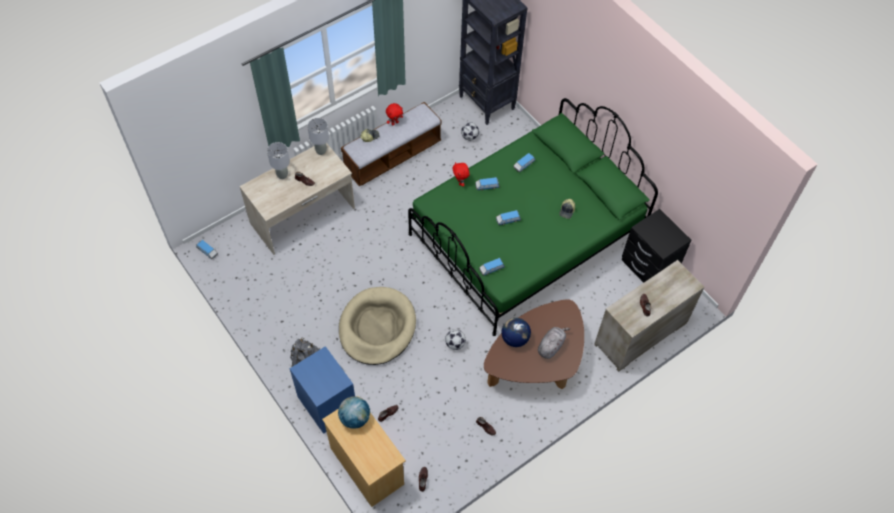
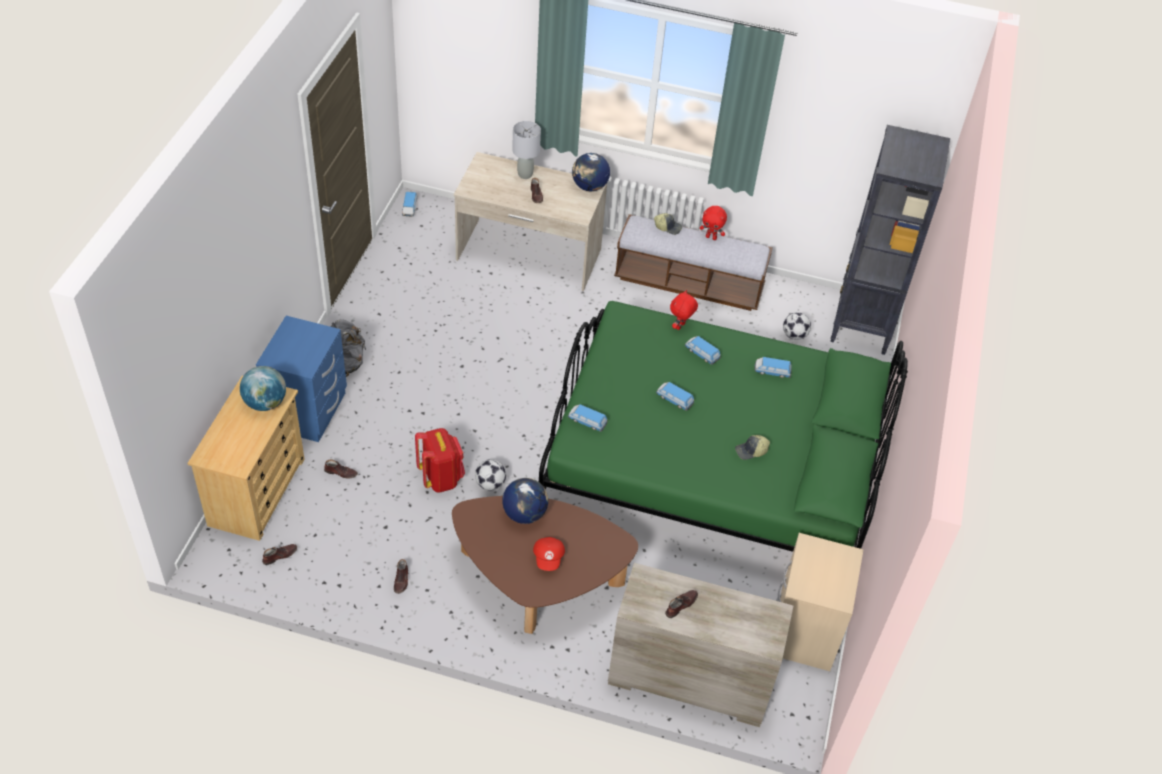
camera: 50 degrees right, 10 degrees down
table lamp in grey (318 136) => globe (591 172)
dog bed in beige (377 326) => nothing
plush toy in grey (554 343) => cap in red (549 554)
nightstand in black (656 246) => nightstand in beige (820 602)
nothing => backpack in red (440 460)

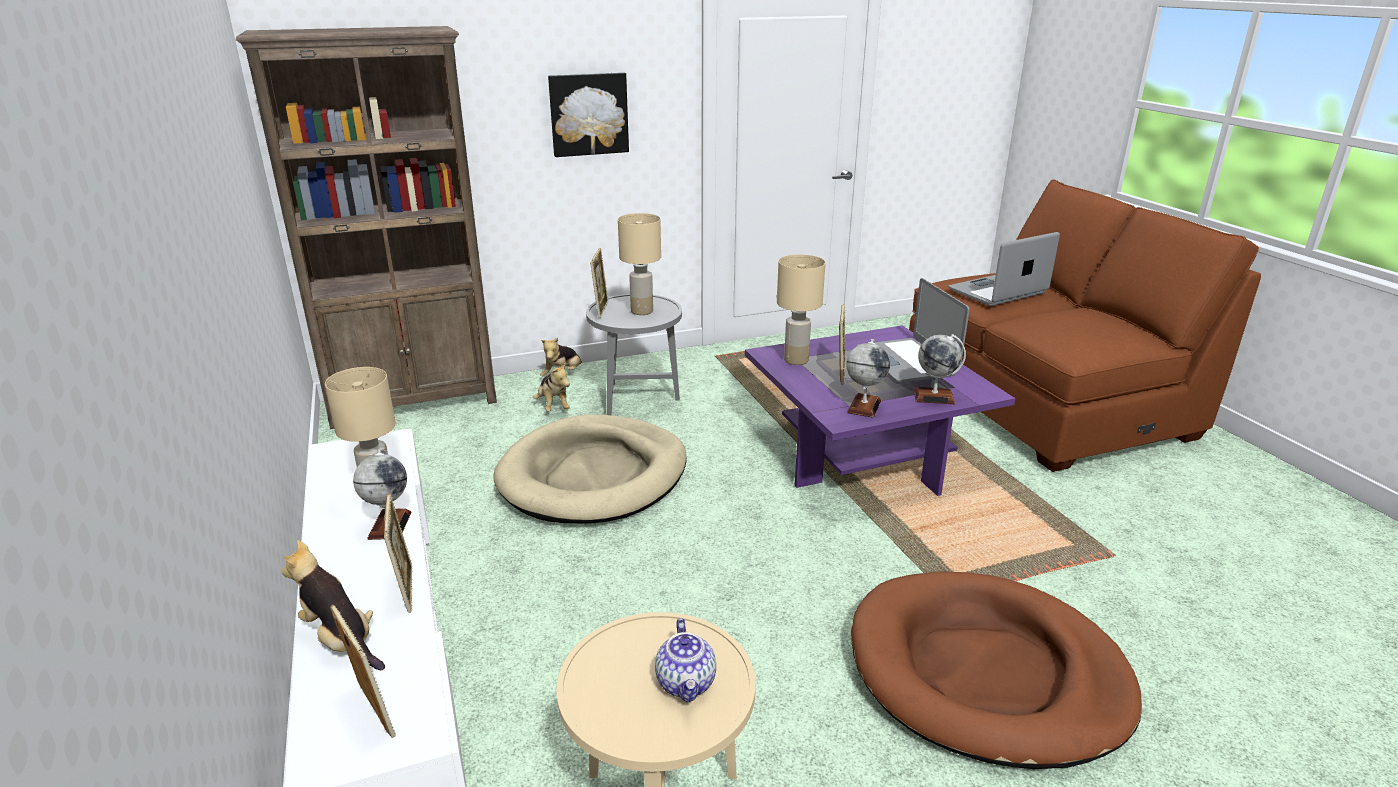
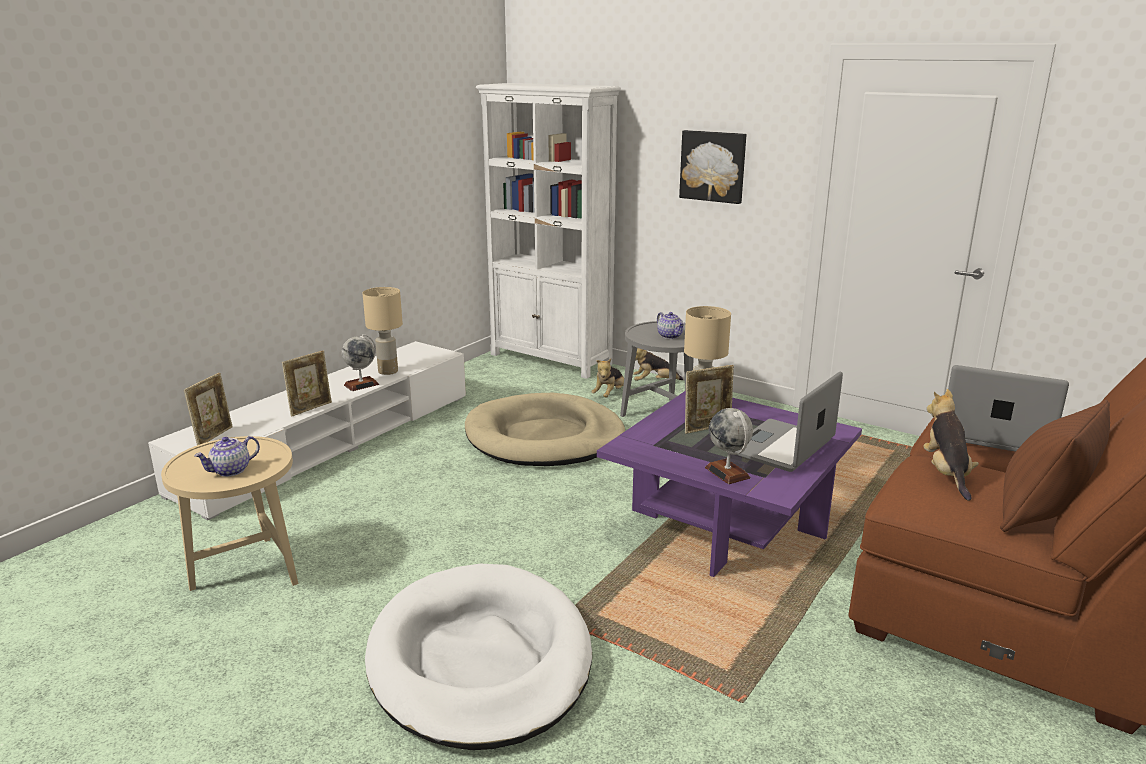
camera: 55 degrees right, 5 degrees down
bookcase in brown (366 227) => bookcase in white (548 231)
plush toy (333 605) => plush toy (951 445), moved
picture frame (599 283) => nothing
table lamp in beige (639 264) => teapot (671 325)
globe (868 378) => nothing
dog bed in brown (996 670) => dog bed in white (478 657)
nothing => pillow in brown (1055 466)

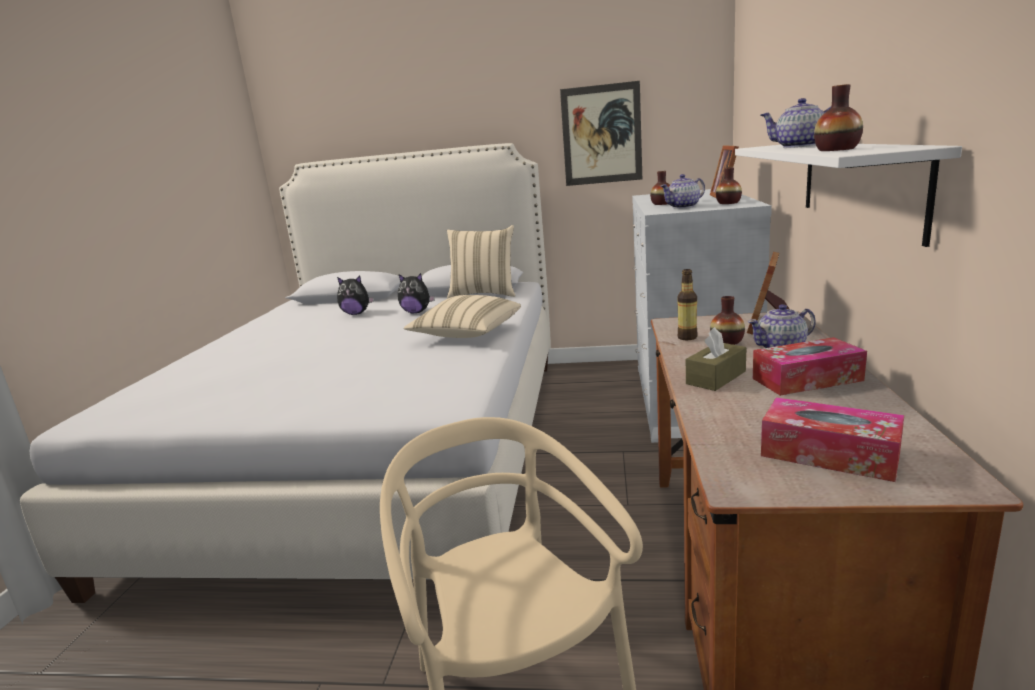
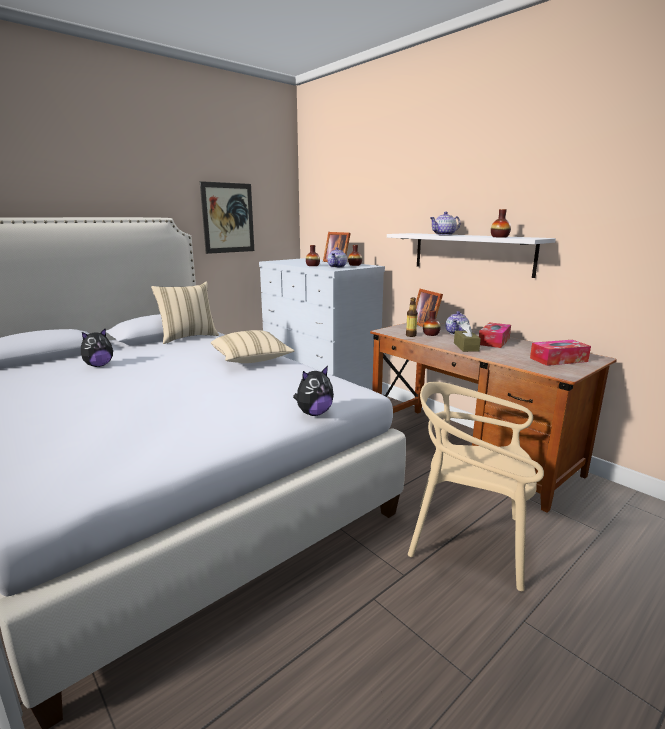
camera: 50 degrees left, 0 degrees up
plush toy (416 293) => plush toy (313 391), moved

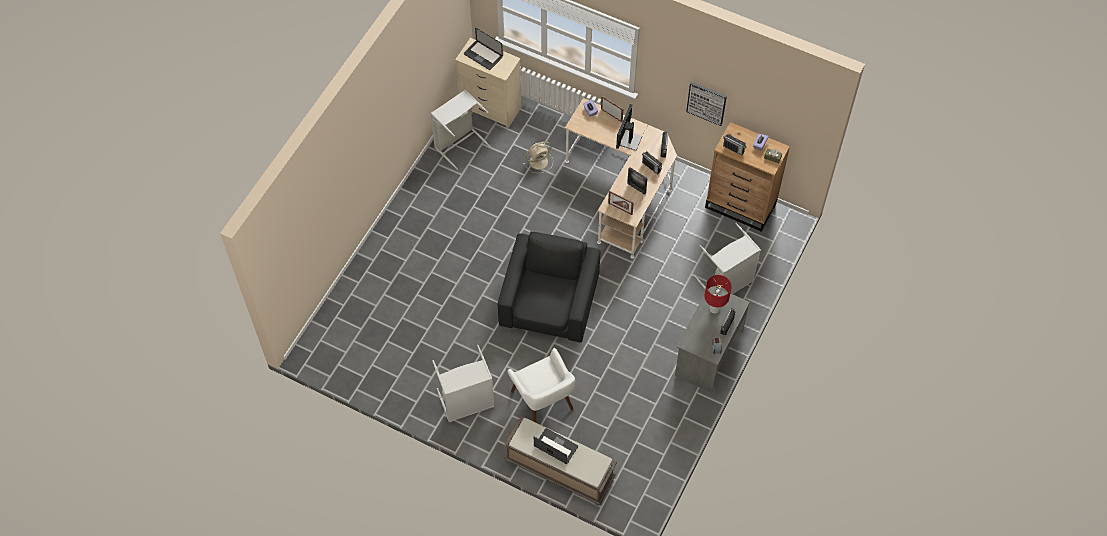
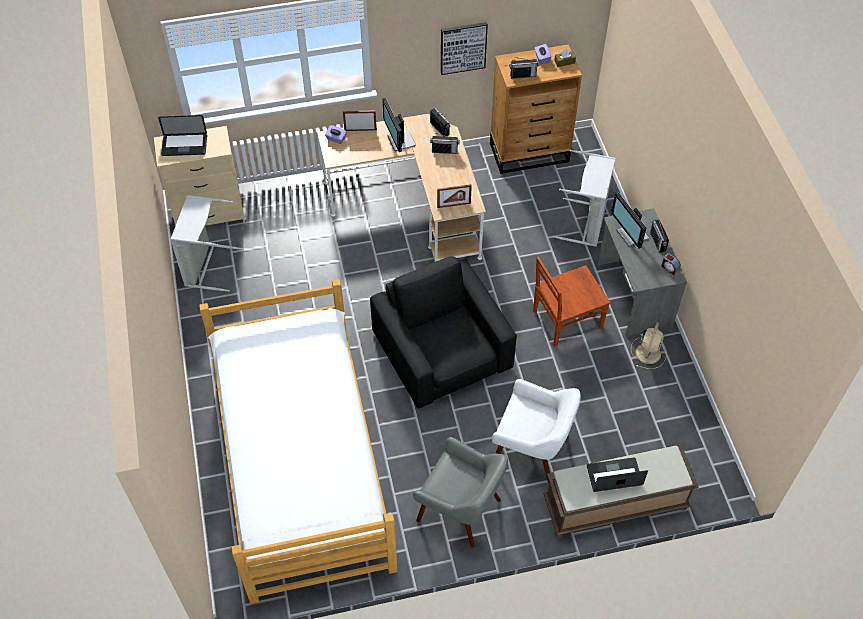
camera: 40 degrees left, 5 degrees down
laundry basket in grey (463 383) => armchair in grey (460 492)
fan in beige (538 157) => fan in beige (649 345), moved
picture frame (637 181) => nothing
table lamp in red (718 294) => monitor (630 220)
nothing => bed (298 441)
nothing => chair in brown (571 301)

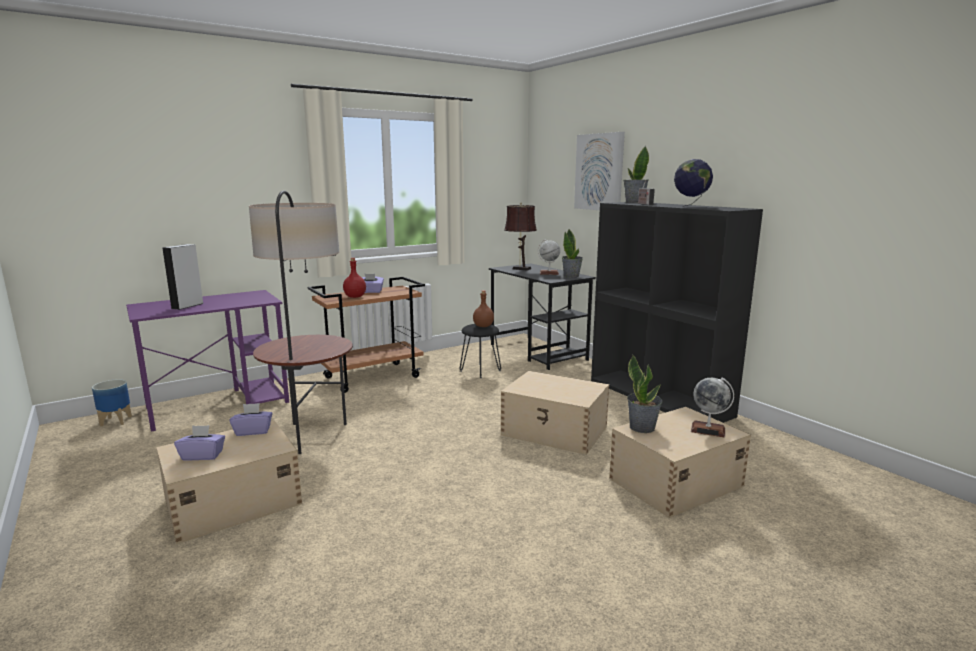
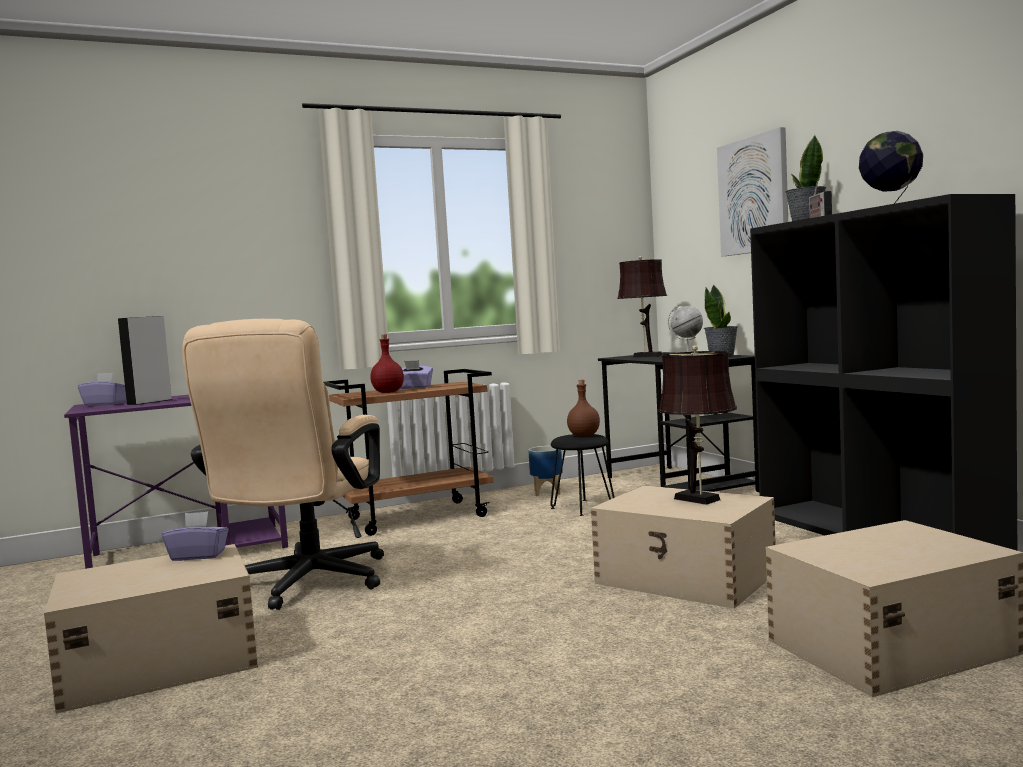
camera: 10 degrees right, 10 degrees down
planter (112 403) => planter (545 471), moved
tissue box in purple (199 443) => tissue box in purple (102 389), moved
floor lamp (301 322) => office chair in beige (283 464)
potted plant (645 394) => nothing
globe (712 408) => nothing
nothing => table lamp in brown (697 425)

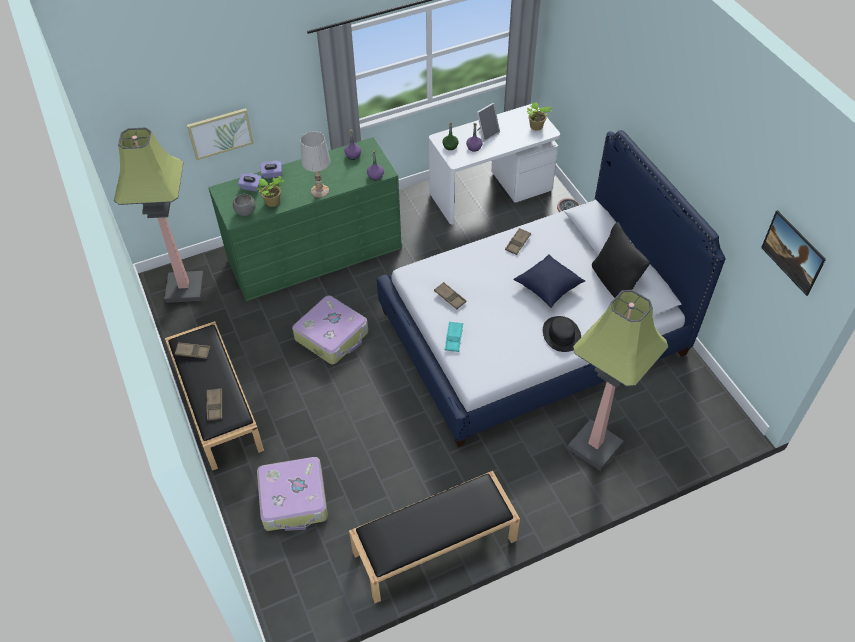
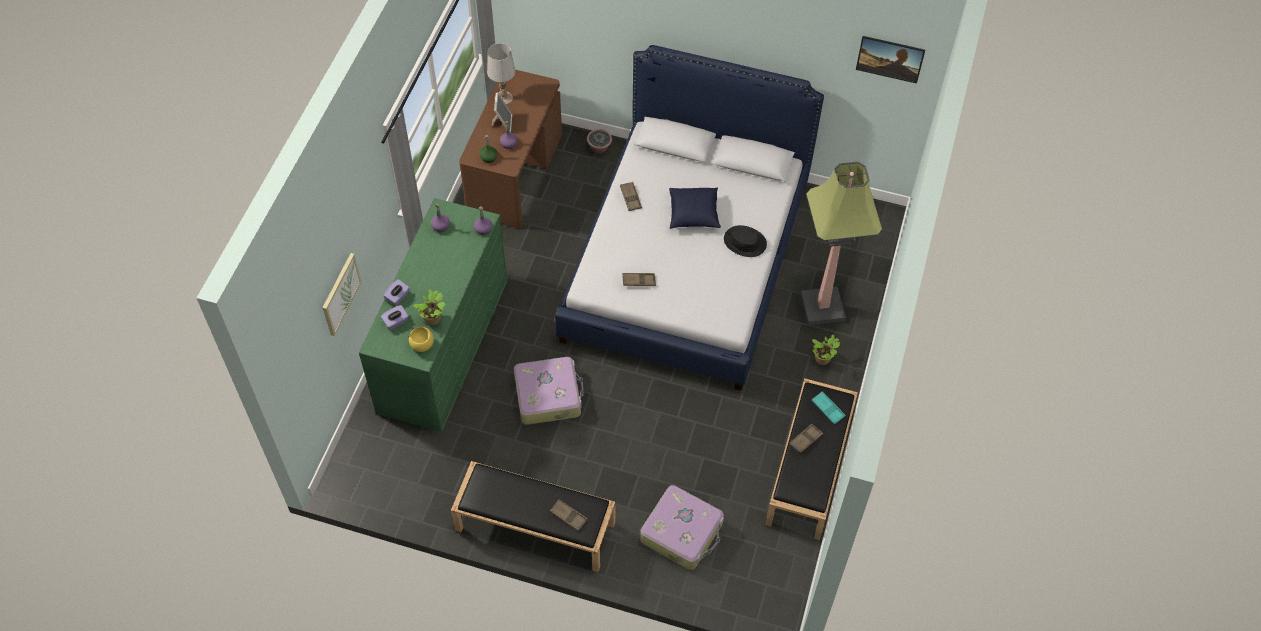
camera: 50 degrees left, 5 degrees up
floor lamp (159 215) => nothing
tray in brown (192 350) => tray in brown (806 438), moved
bowl in grey (244 205) => bowl in yellow (421 339)
table lamp in white (315 164) => table lamp in white (501 74), moved
desk in white (494 164) => desk in brown (510 149)
tray in turquoise (454 336) => tray in turquoise (828 408), moved
potted plant (539 116) => potted plant (826 349), moved
pillow in black (621 260) => nothing

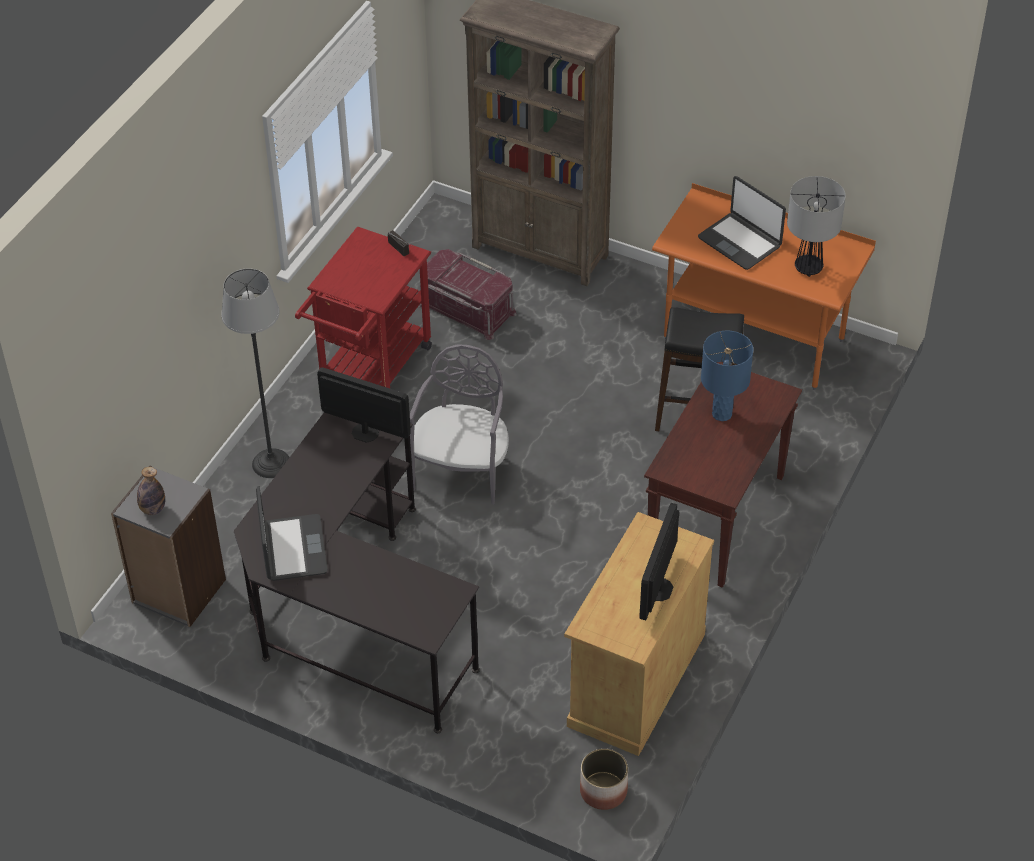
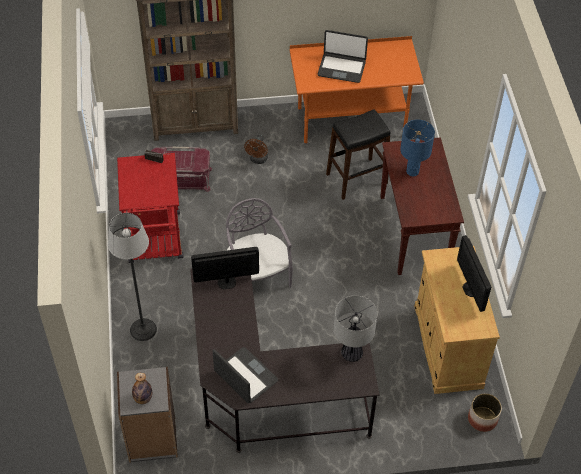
camera: 35 degrees left, 5 degrees up
table lamp (816 226) => table lamp (355 329), moved
nothing => fan in brown (256 149)

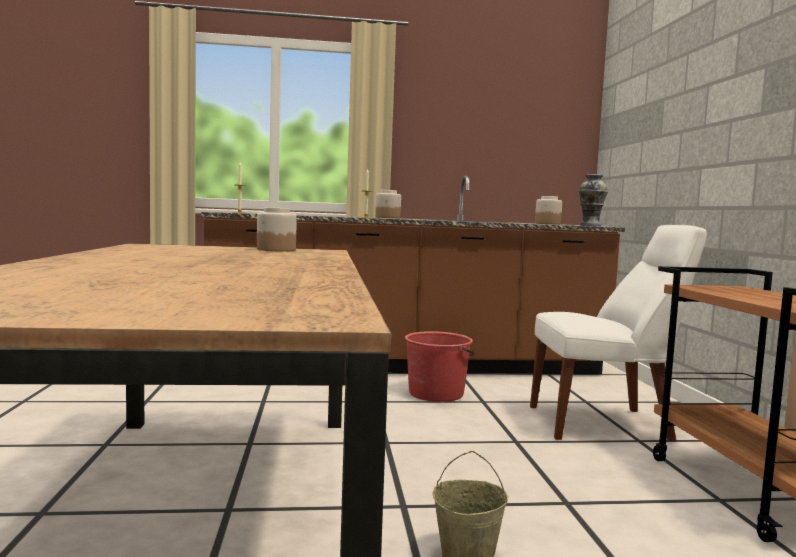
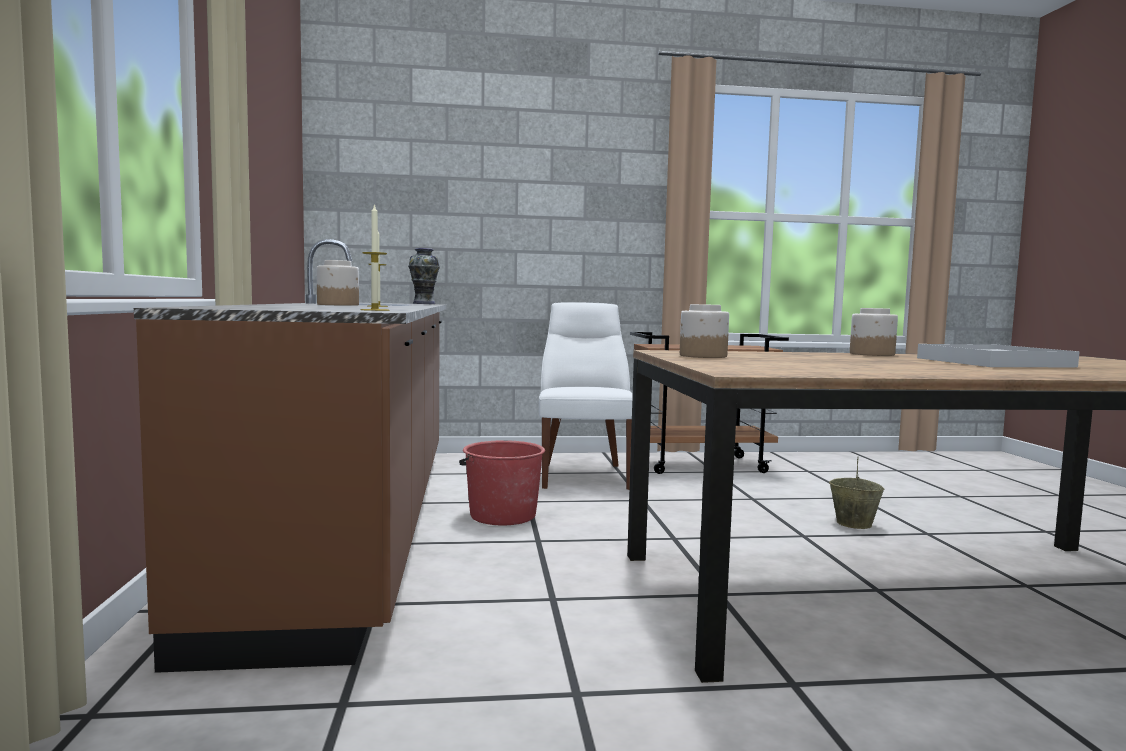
camera: 90 degrees left, 0 degrees up
jar (548 210) => jar (874 332), moved
nothing => tray in white (998 355)

